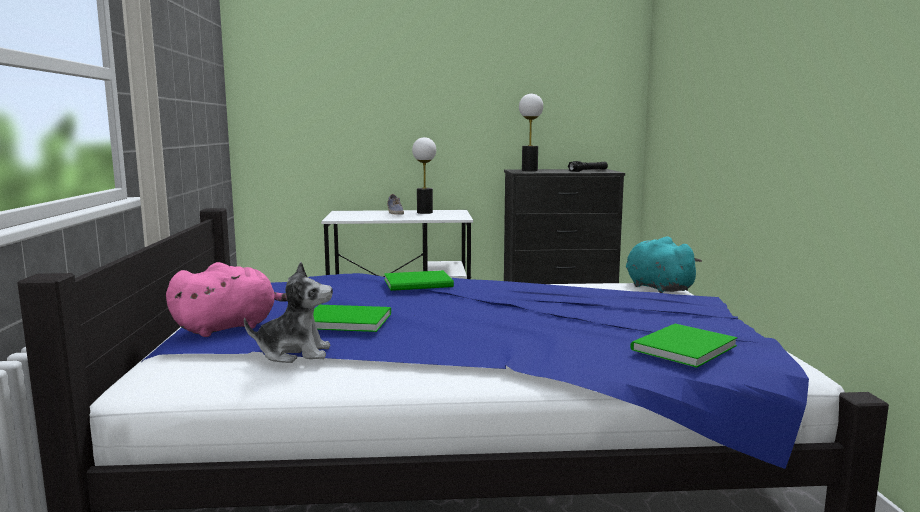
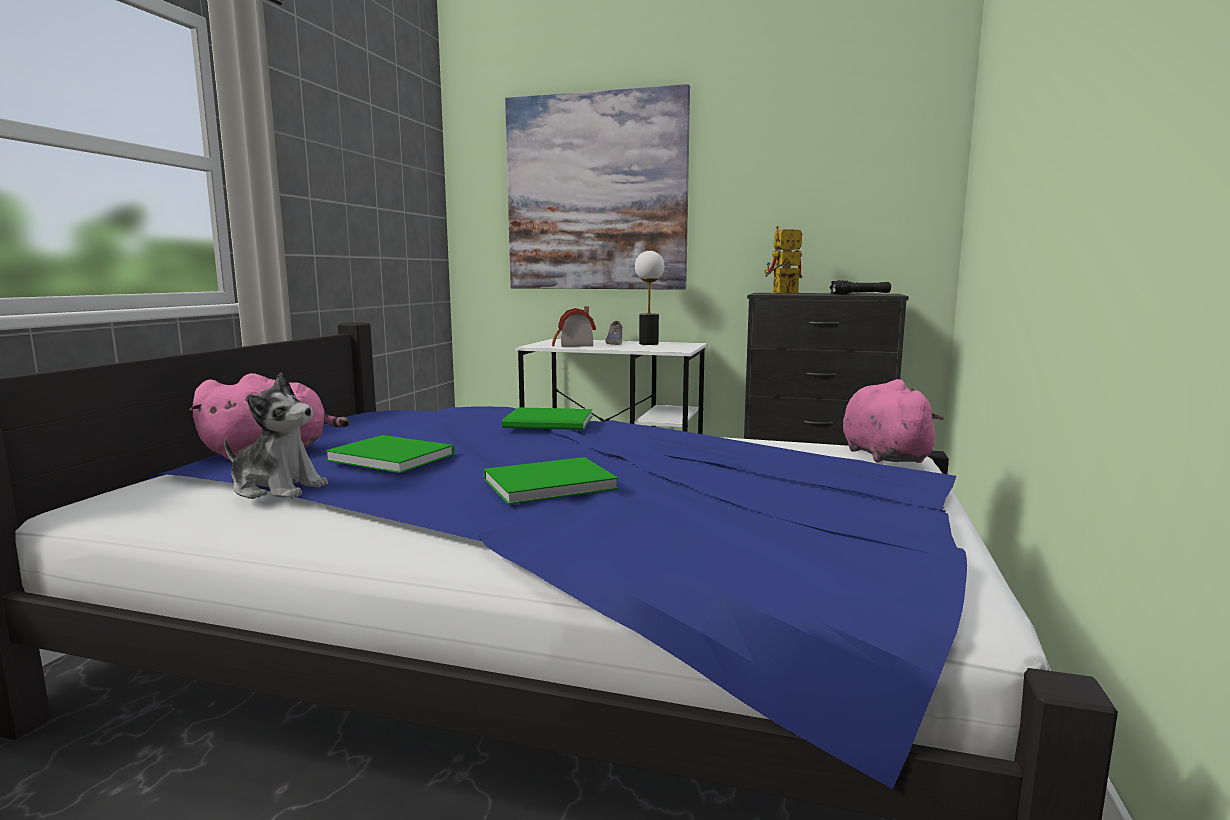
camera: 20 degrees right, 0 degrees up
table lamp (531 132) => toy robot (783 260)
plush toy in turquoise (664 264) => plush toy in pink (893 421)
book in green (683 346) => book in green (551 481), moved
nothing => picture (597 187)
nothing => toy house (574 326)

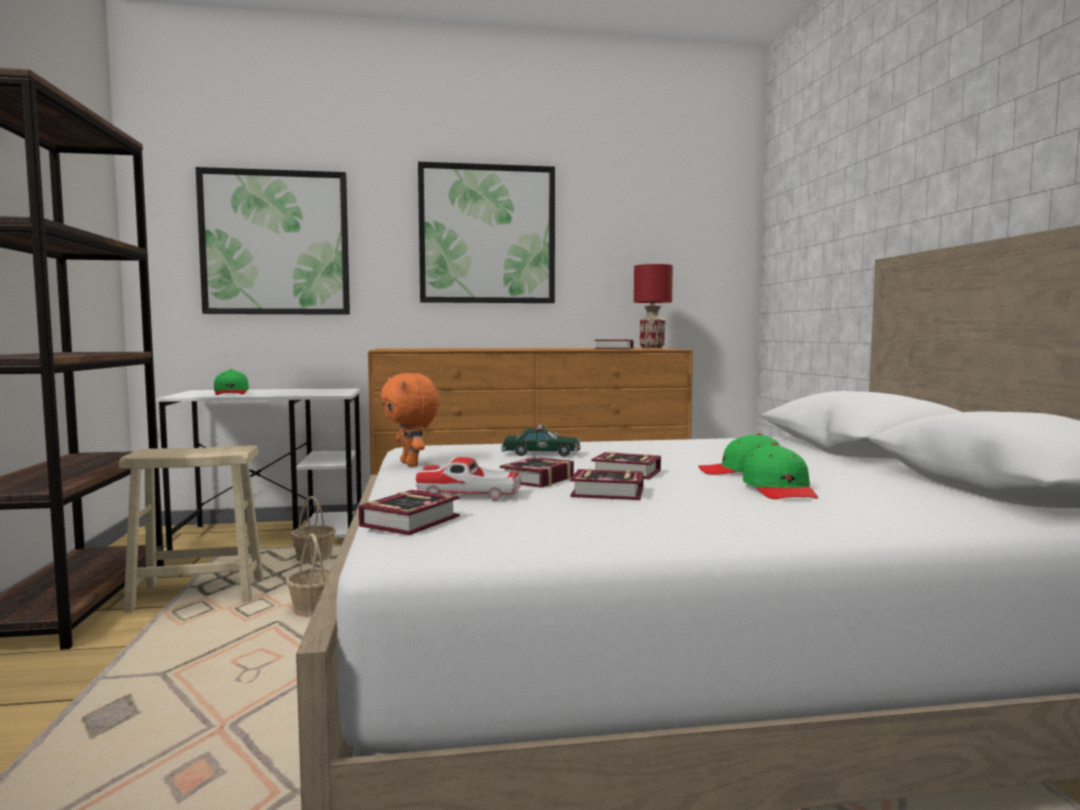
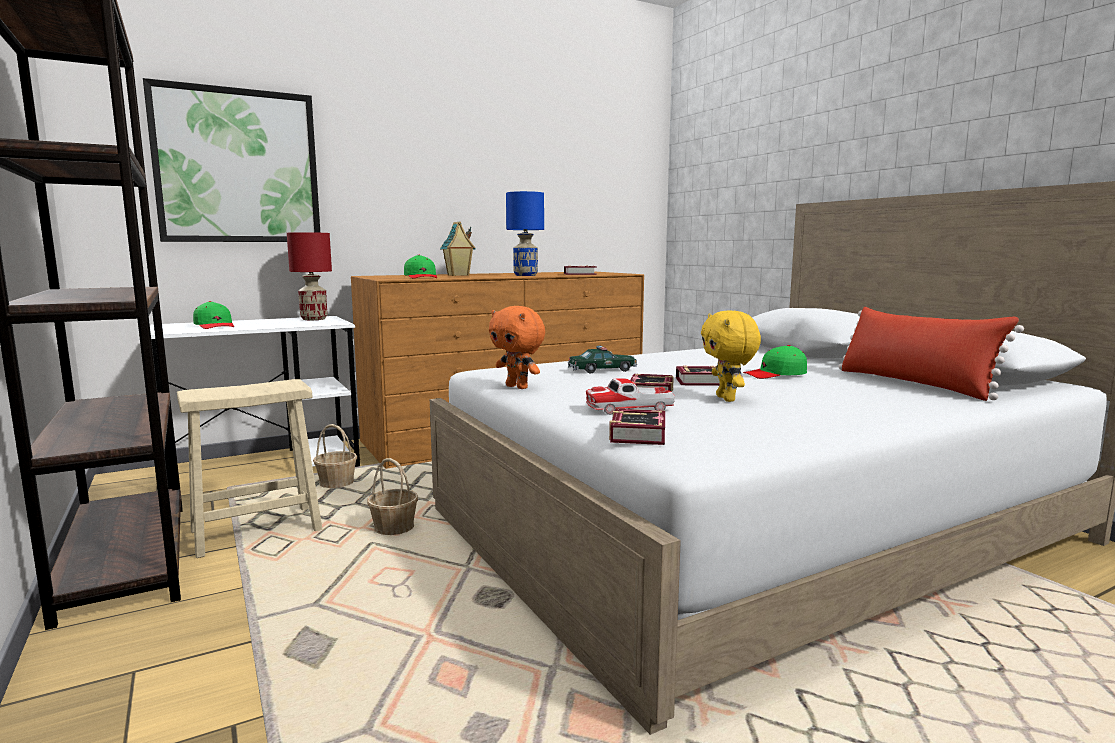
camera: 20 degrees left, 5 degrees up
picture (486 232) => nothing
book (606 484) => plush toy in yellow (731 356)
table lamp in red (653 306) => table lamp in red (309 276), moved
cap in green (780 471) => cap in green (420 267), moved
nothing => toy house (458 248)
nothing => table lamp in blue (525 233)
nothing => pillow in red (931 354)

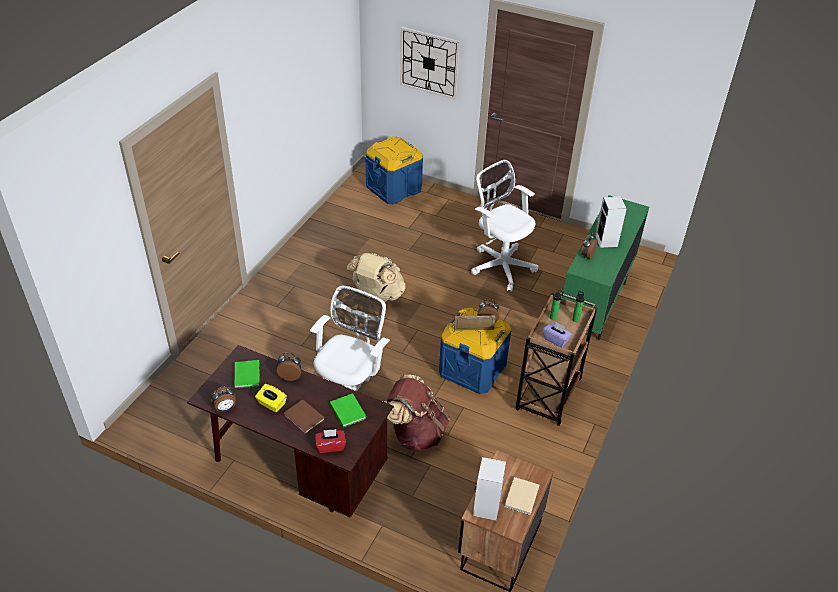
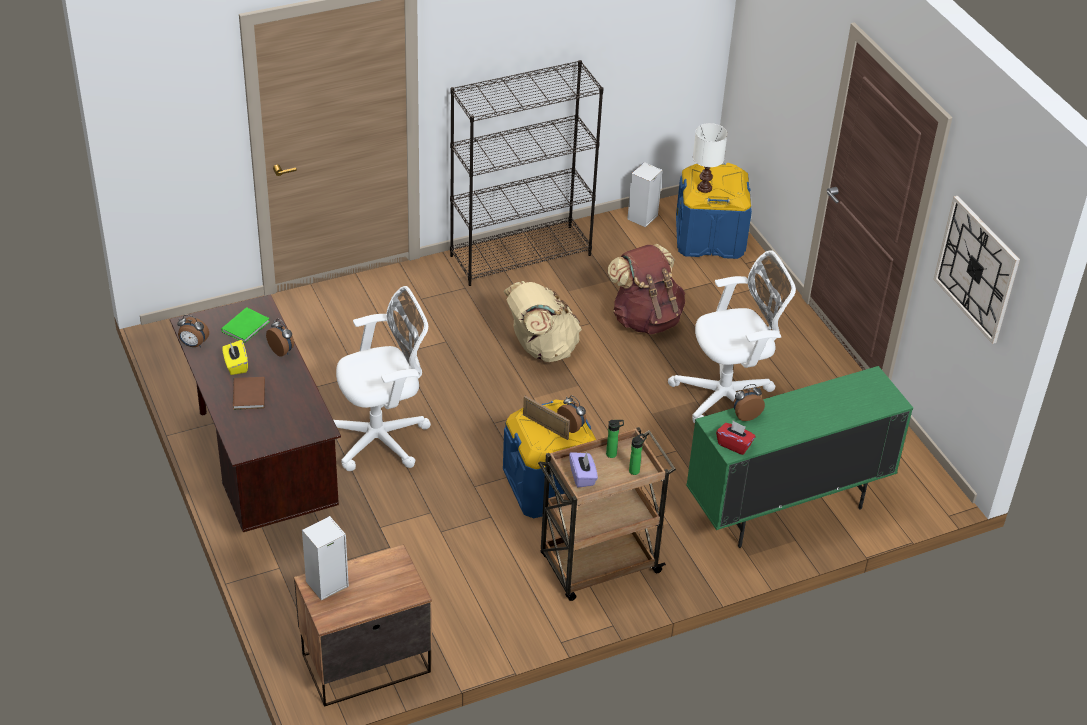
camera: 40 degrees right, 0 degrees up
tissue box in red (330 441) => tissue box in red (736 438), moved
book in green (348 410) => nothing
backpack in brown (418 413) => backpack in brown (646 289), moved
wall clock (430 63) => wall clock (977 270), moved
office chair in white (505 226) => office chair in white (732 336), 75 degrees clockwise
book in beige (522 496) => nothing
speaker (611 222) => speaker (645 195), moved
nothing => bookcase in black (527 173)
nothing => table lamp in white (710 158)

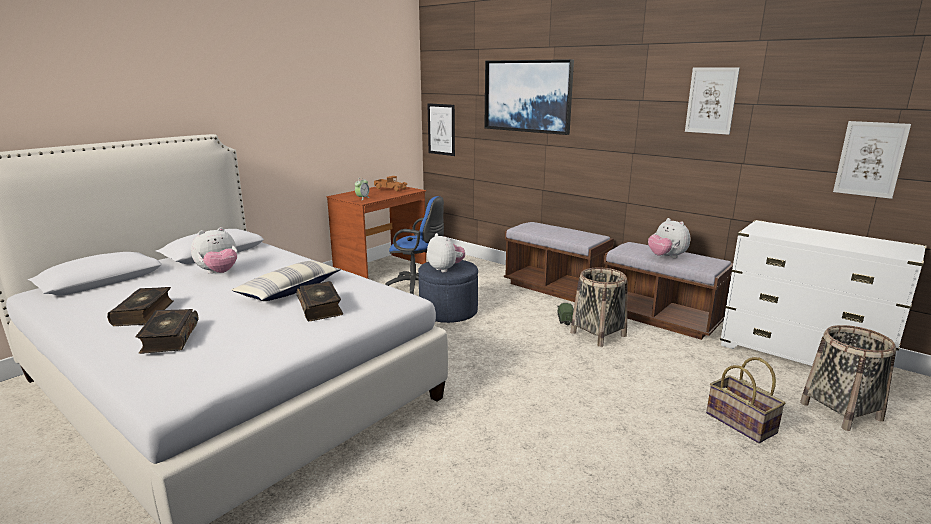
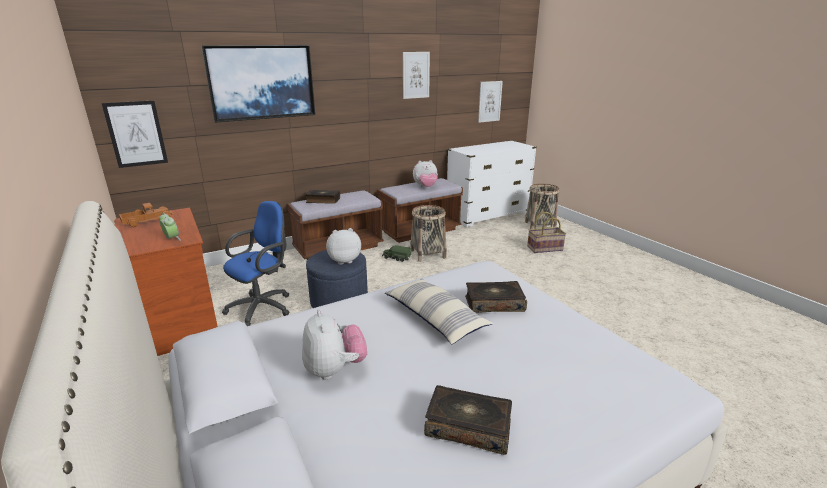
camera: 70 degrees left, 5 degrees up
book (167 331) => book (323 197), moved

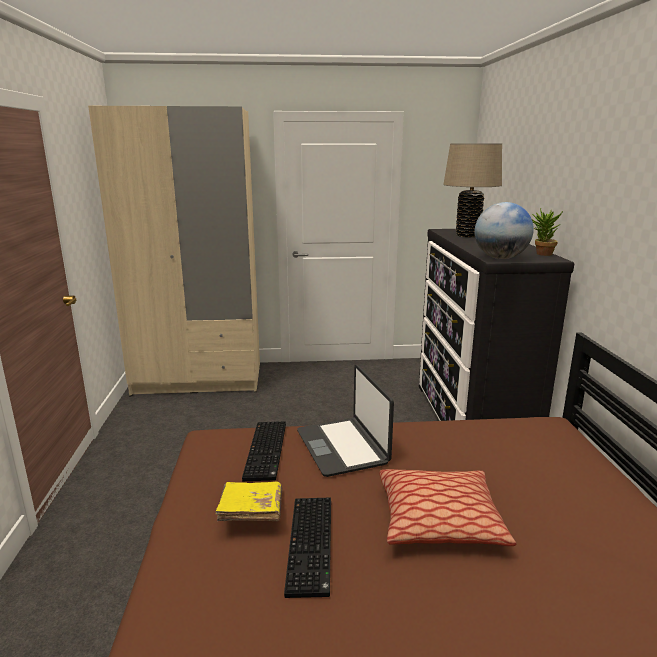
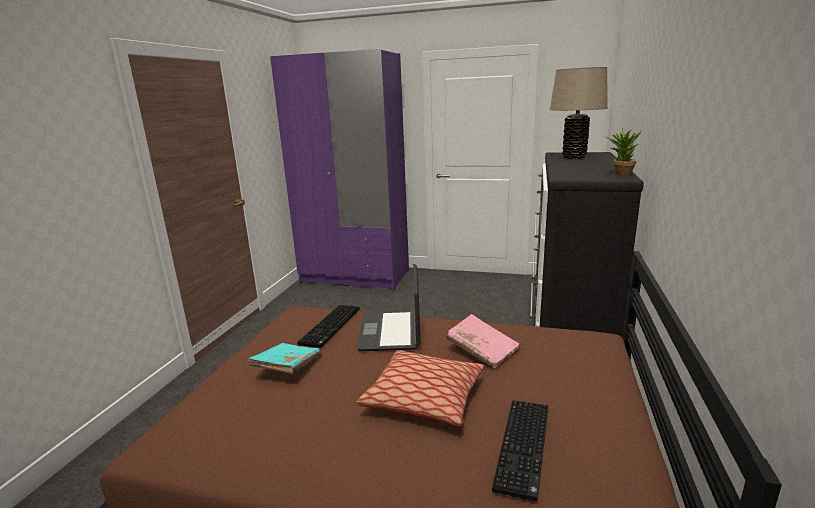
camera: 20 degrees right, 0 degrees up
wardrobe in beige (174 251) => wardrobe in purple (339 169)
book in yellow (249 501) => book in turquoise (284 358)
keyboard (307 548) => keyboard (520 450), moved
globe (504 230) => nothing
nothing => book in pink (482 341)

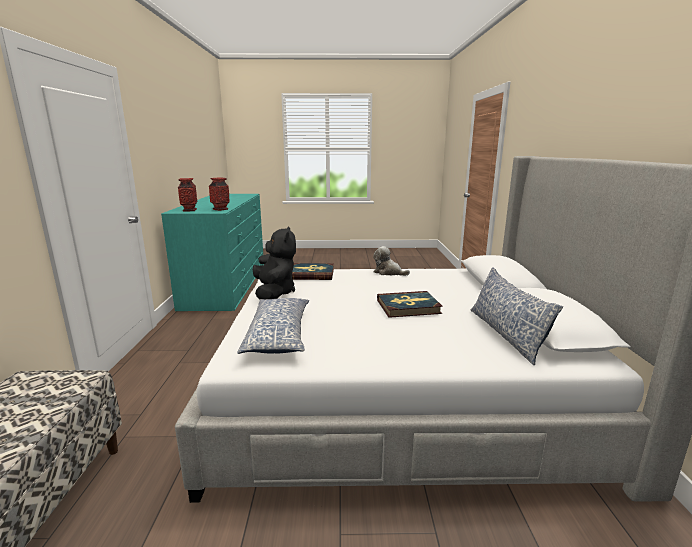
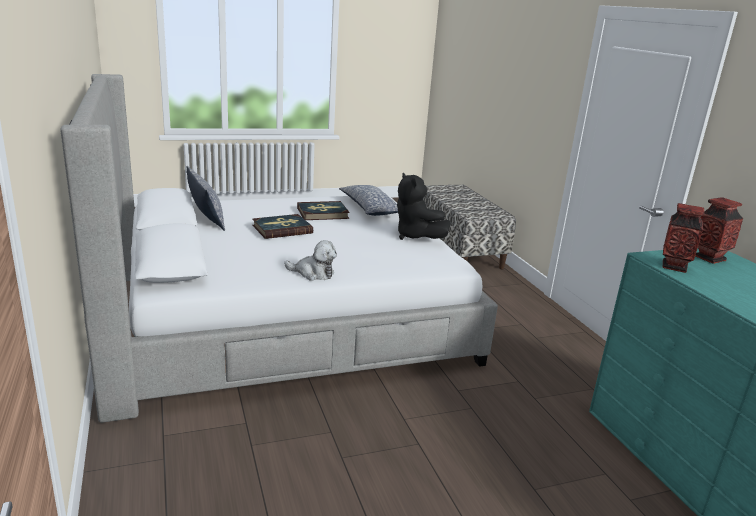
camera: 160 degrees right, 5 degrees up
book (313 271) => book (323 210), moved

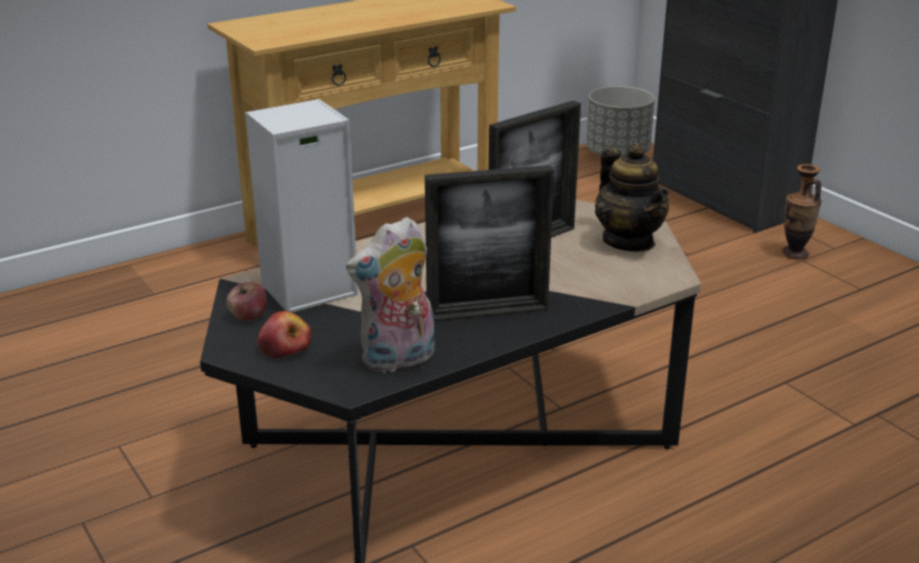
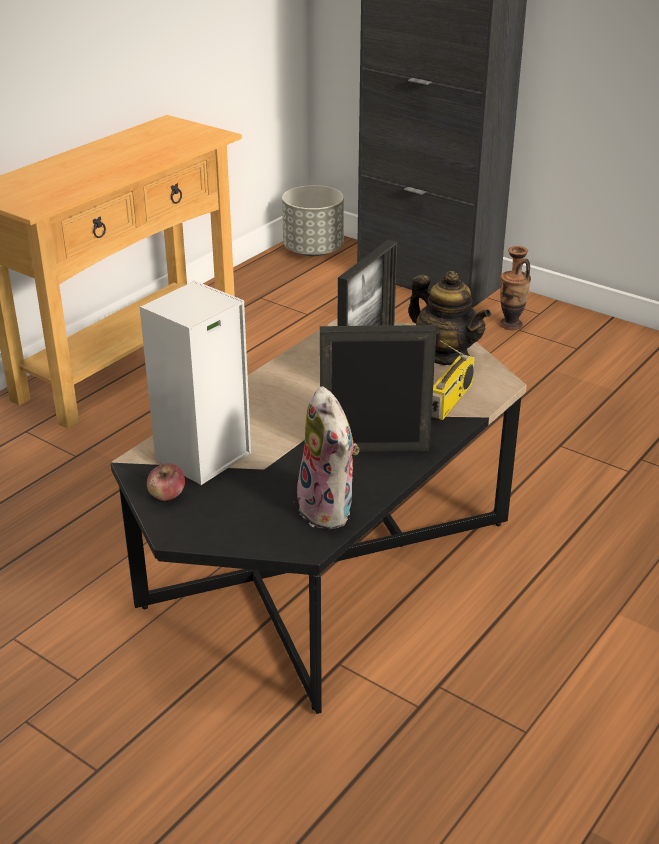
camera: 20 degrees left, 5 degrees up
apple (284 335) => nothing
plush toy (390 294) => plush toy (328 457), 60 degrees counterclockwise
picture frame (489 243) => picture frame (378 388), 150 degrees counterclockwise
nothing => radio (453 380)

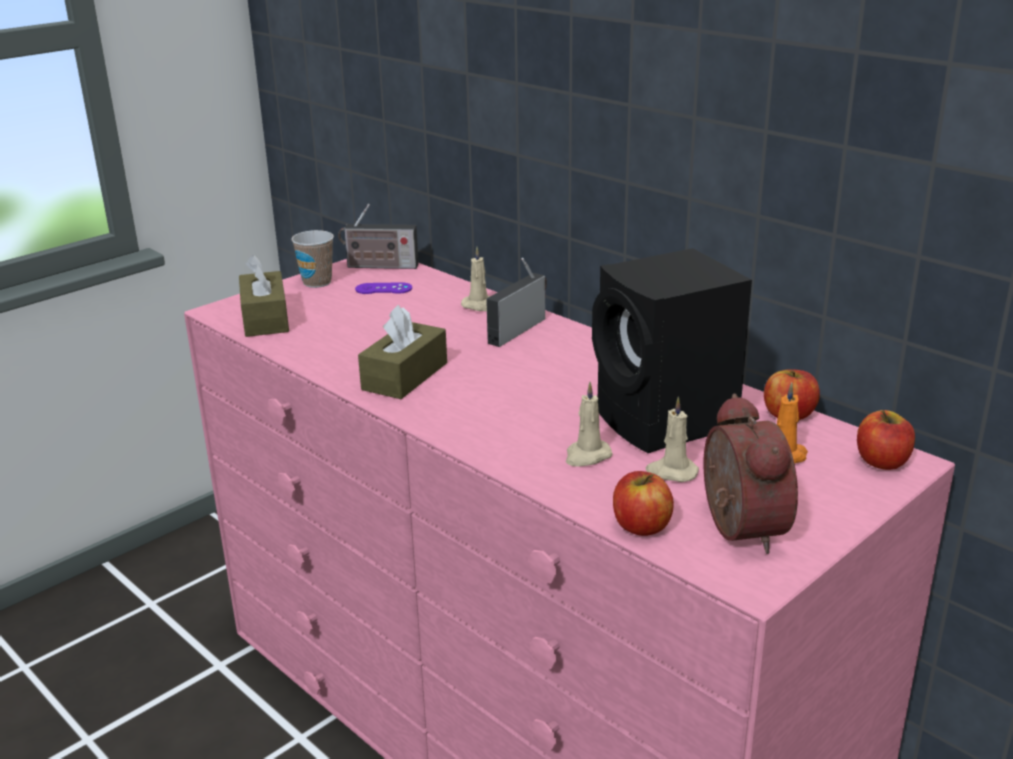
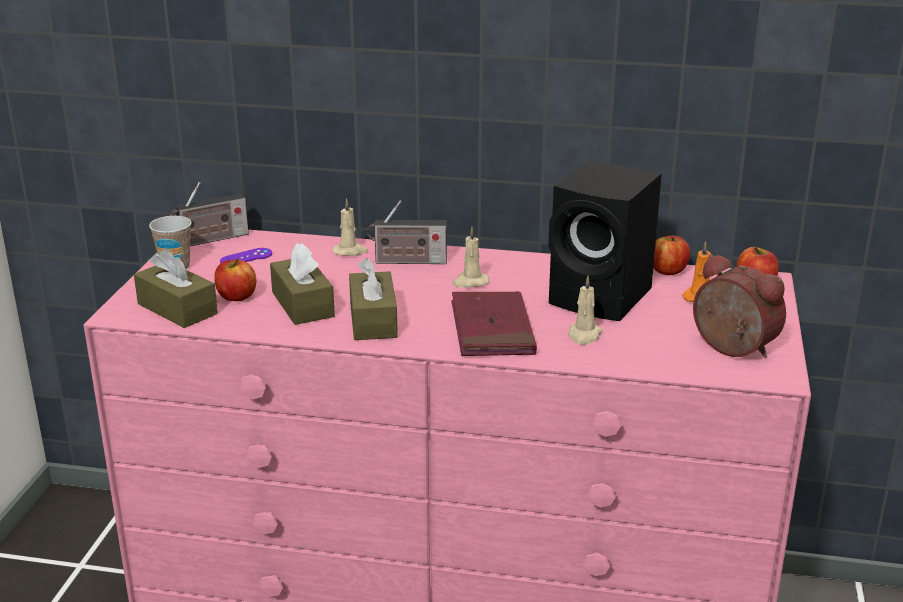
camera: 35 degrees left, 0 degrees up
radio (516 302) => radio (407 232), 90 degrees counterclockwise
apple (643 503) => apple (235 279), moved
candle in beige (672 439) => candle in beige (470 257), moved
nothing => tissue box in brown (302 284)
nothing => book in red (494 323)

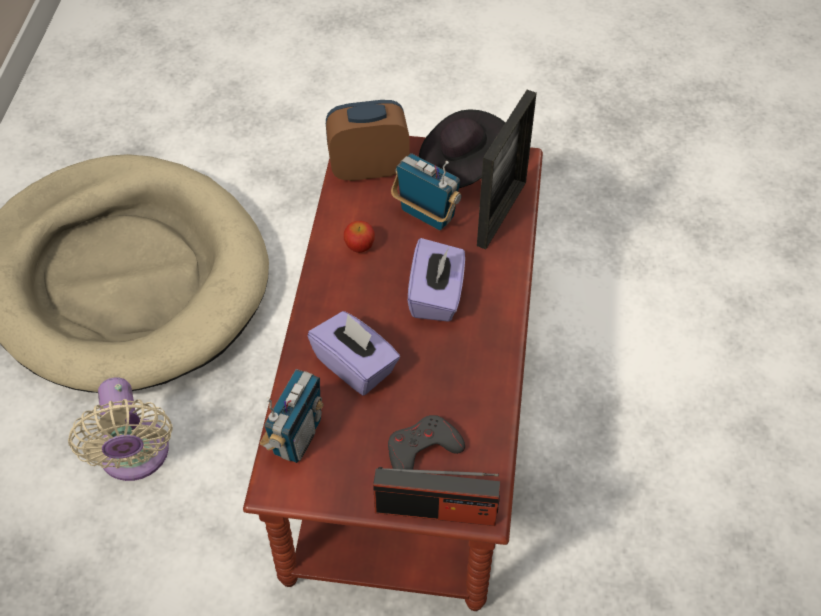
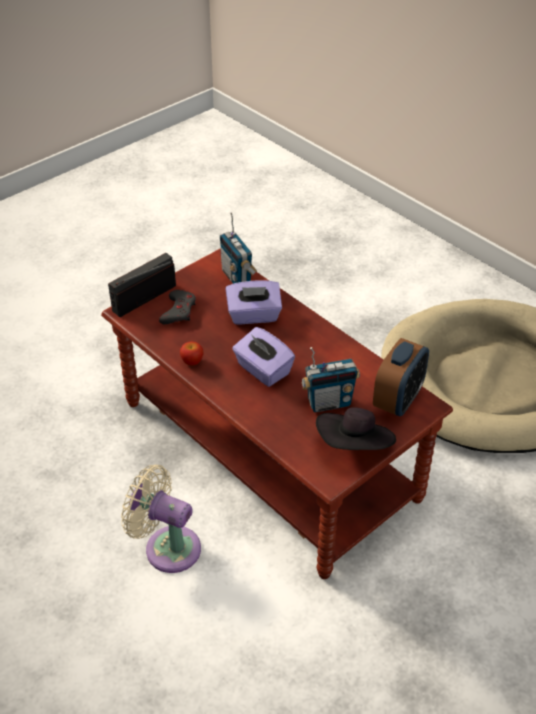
camera: 130 degrees right, 10 degrees down
fan in beige (120 429) => fan in beige (161 519), moved
apple (359 237) => apple (191 353), moved
picture frame (507 169) => nothing

